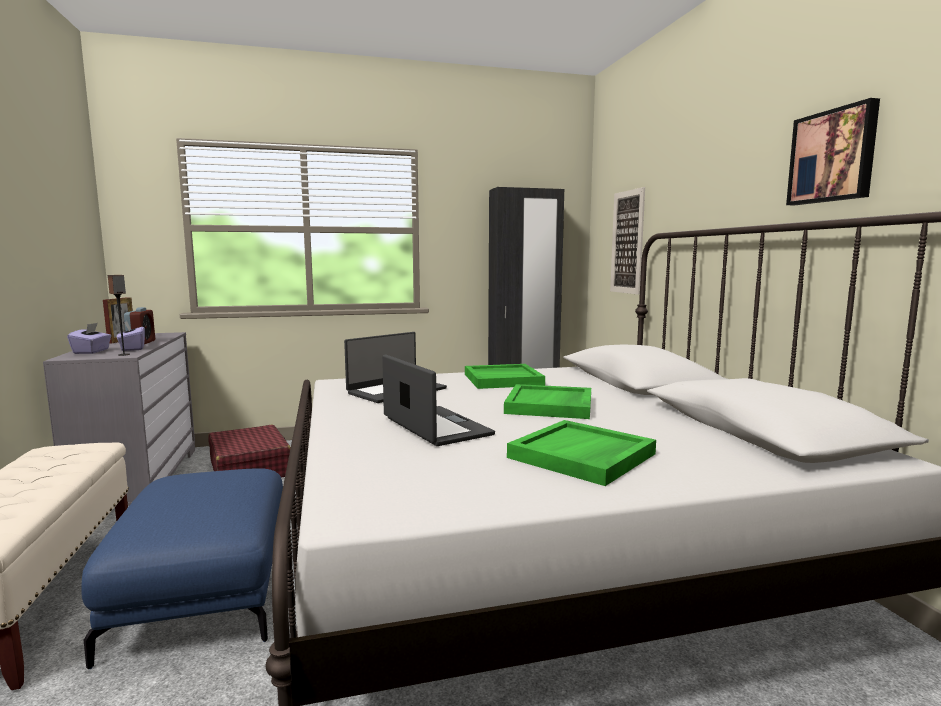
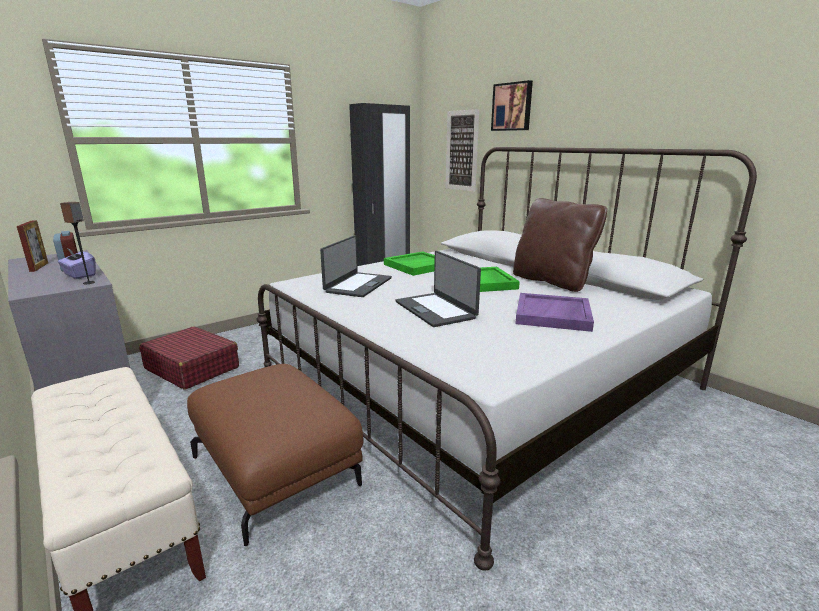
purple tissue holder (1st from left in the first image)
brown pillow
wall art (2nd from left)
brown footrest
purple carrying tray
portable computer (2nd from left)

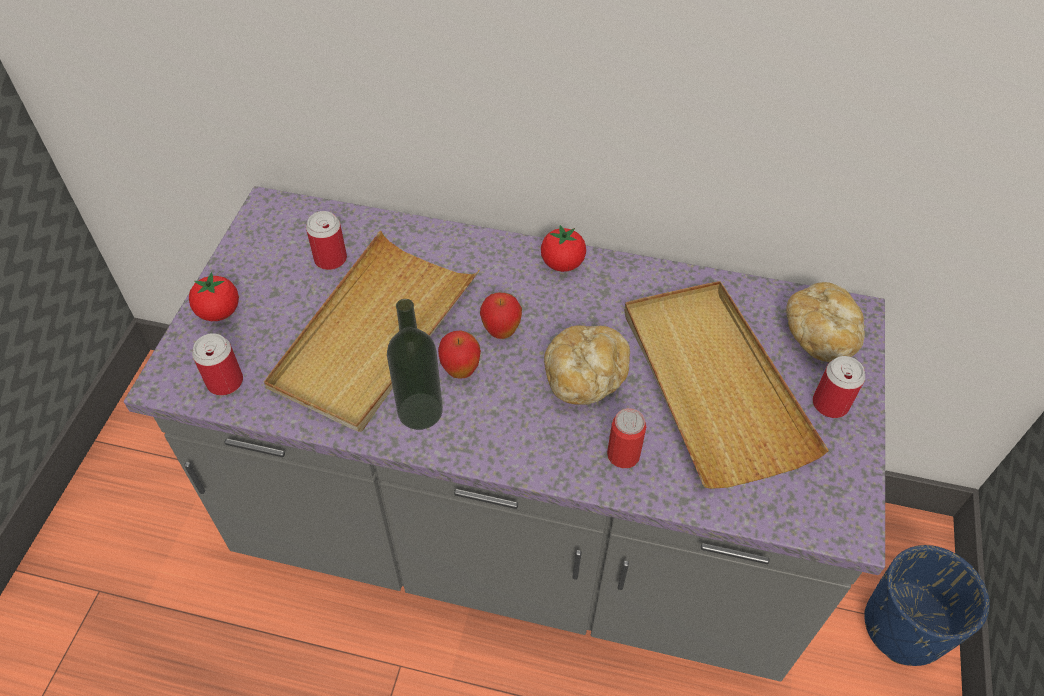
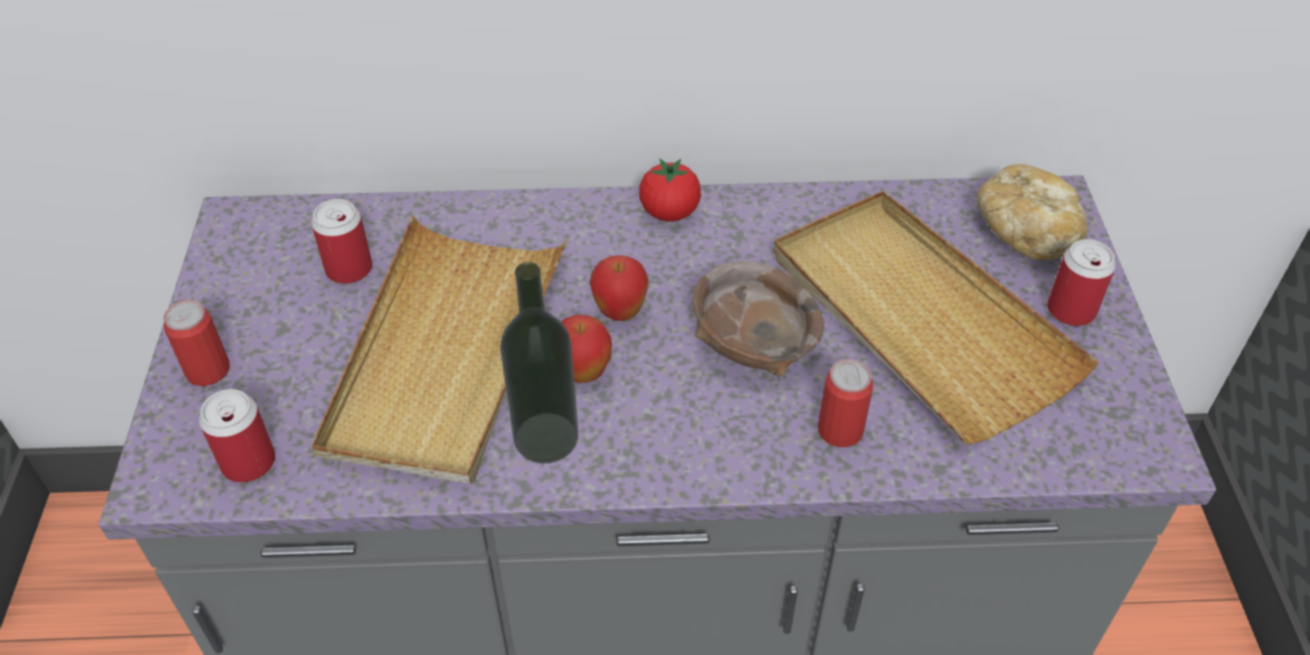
blue plant pot
sealed can (1st from left)
brown bowl

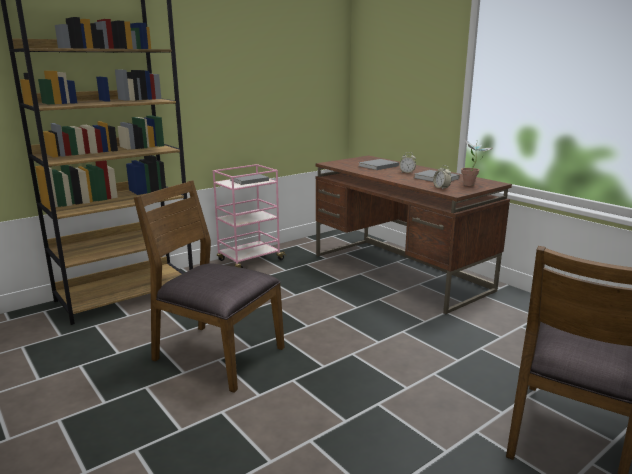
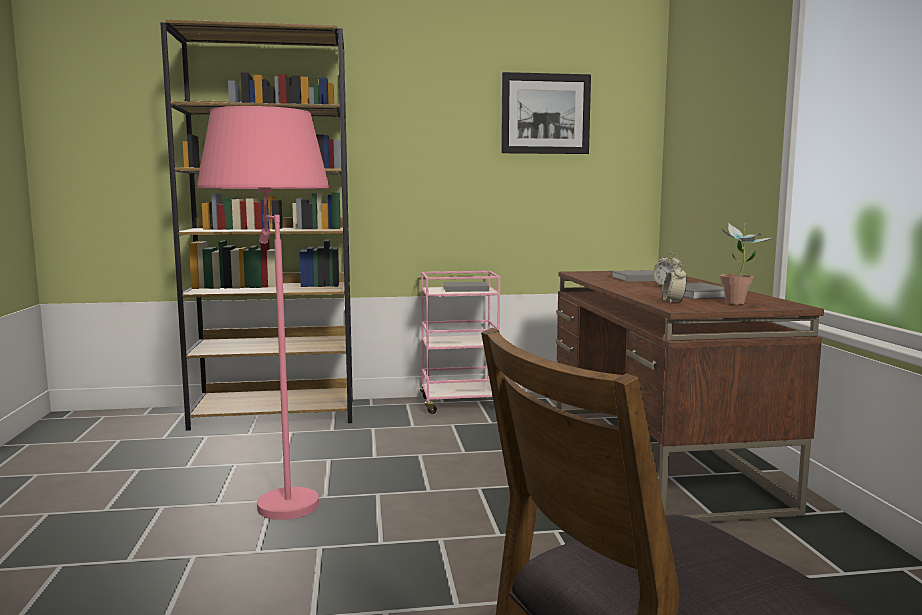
wall art
pink floor lamp

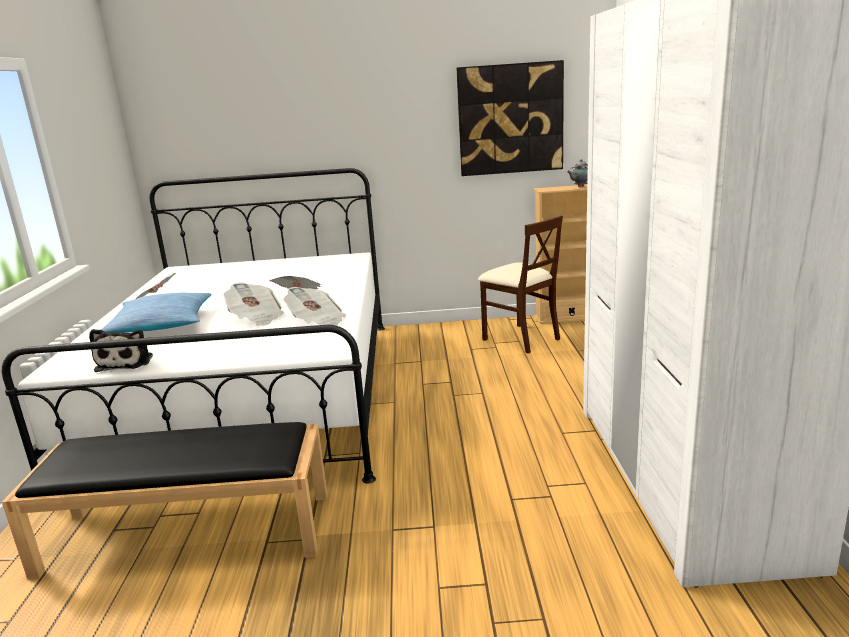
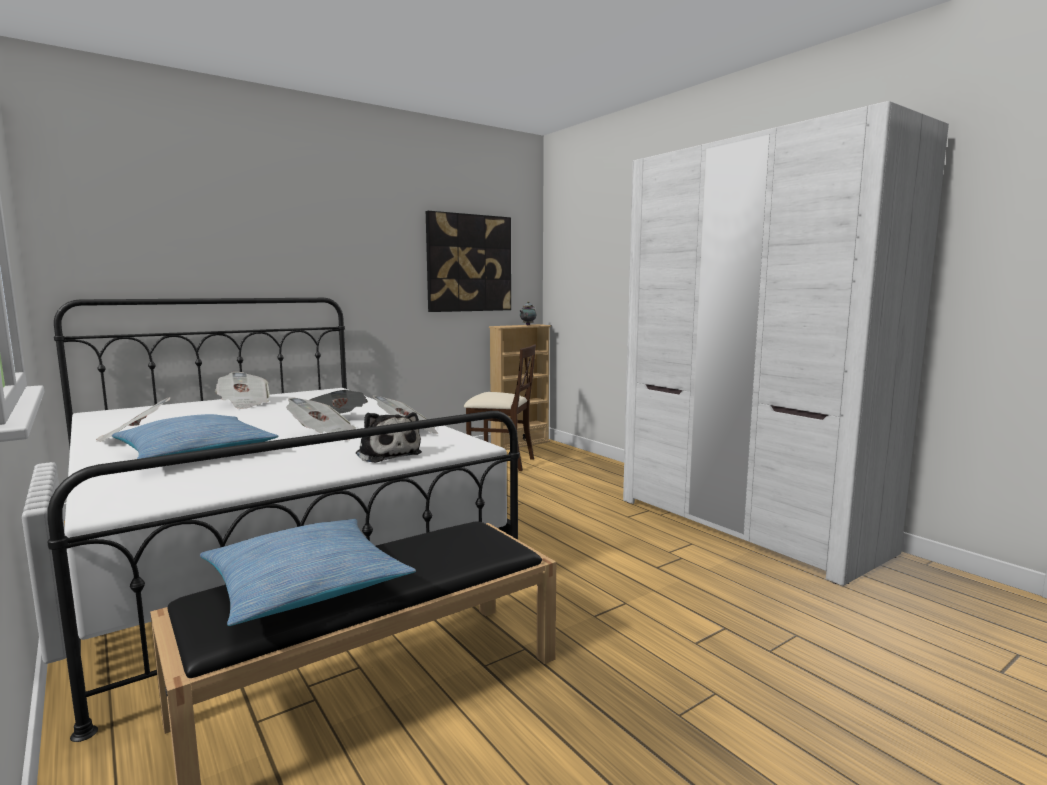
pillow (2nd from left)
newspaper (2nd from left)
plush toy

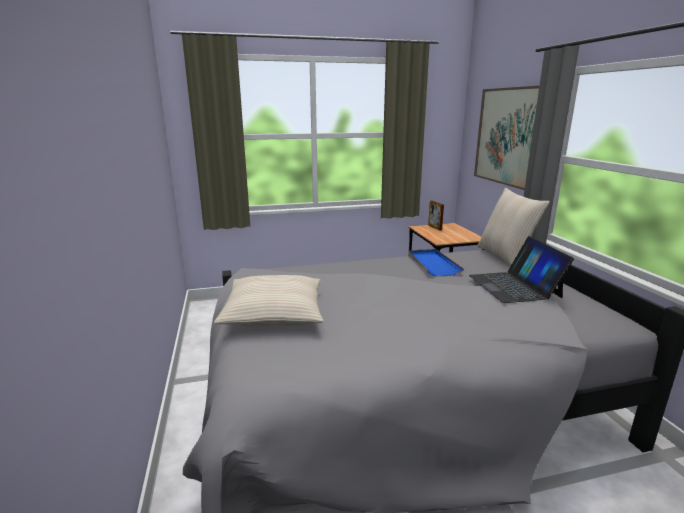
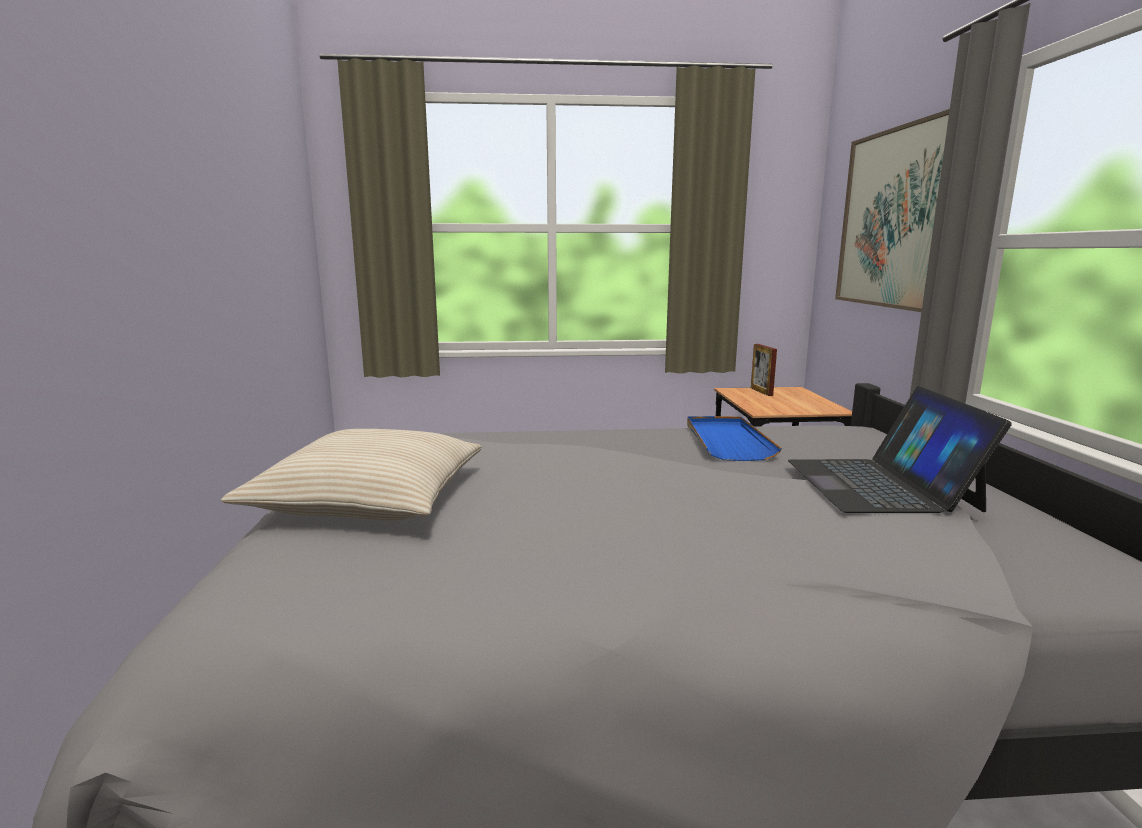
beige-coloured pillow (2nd from left in the first image)

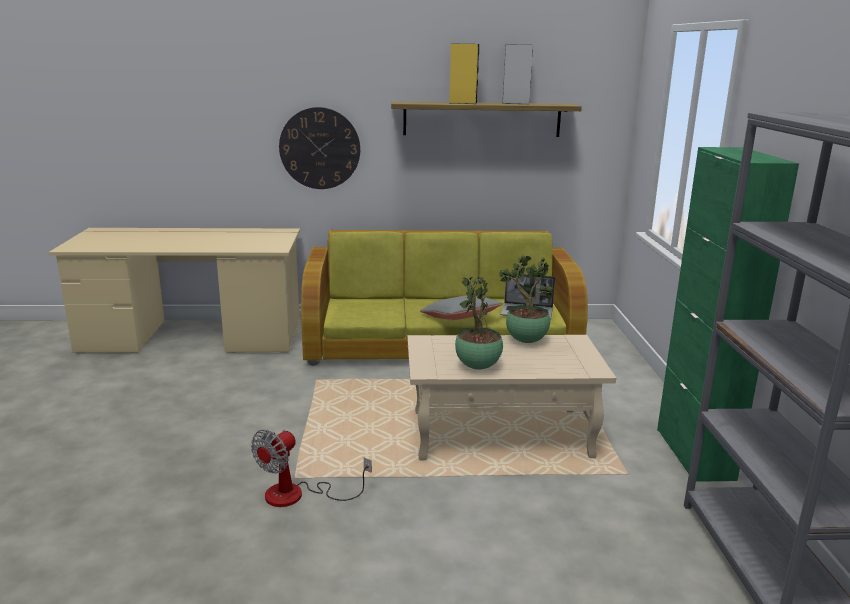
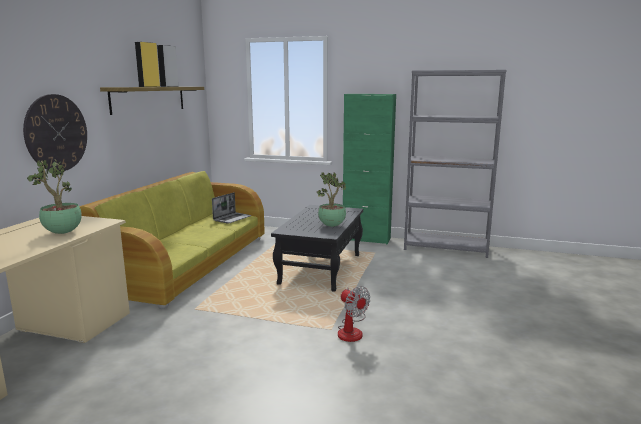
grey pillow
plant in a pot (1st from left)
blackish low table

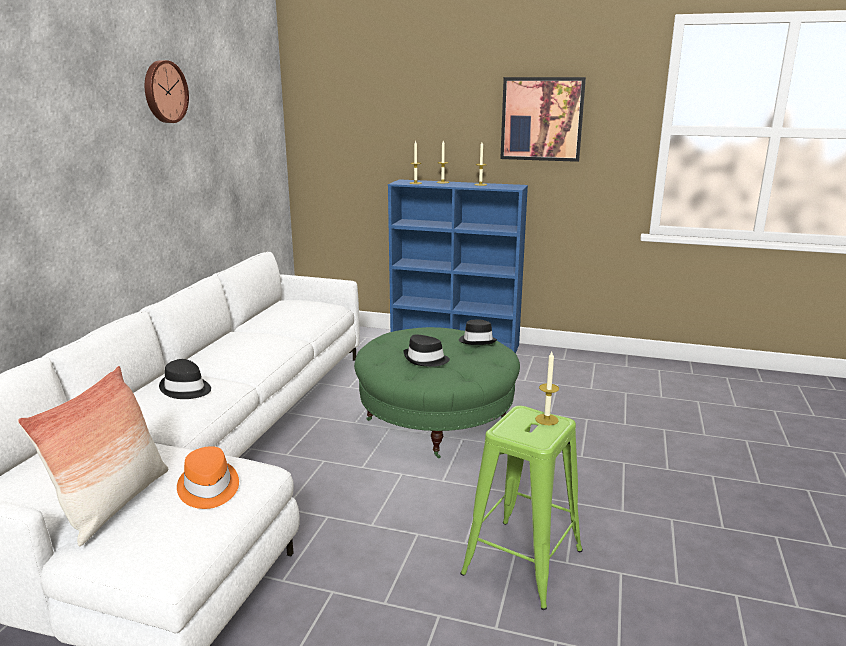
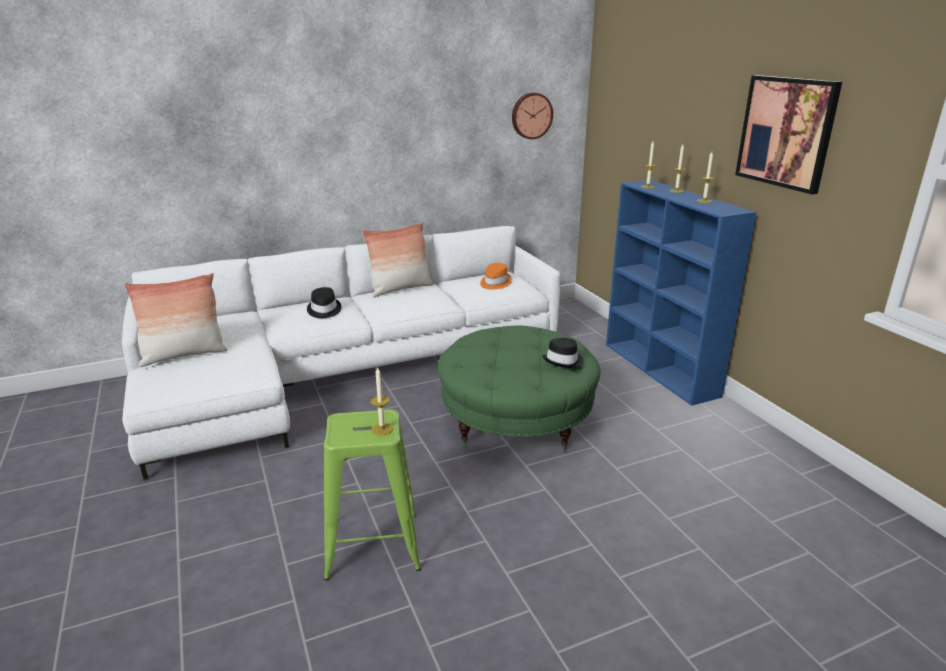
blackish clothing hat (2nd from left in the first image)
pillow (2nd from left)
wall clock
orange-coloured clothing hat

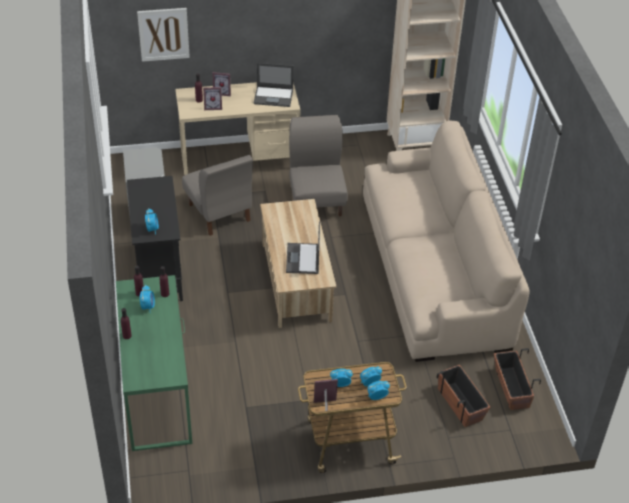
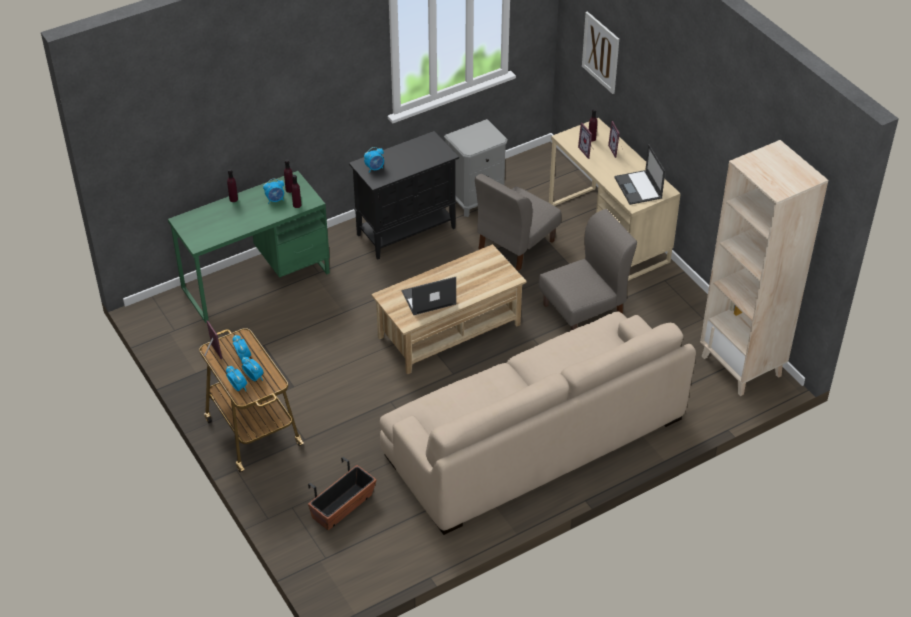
plant pot (2nd from left in the first image)

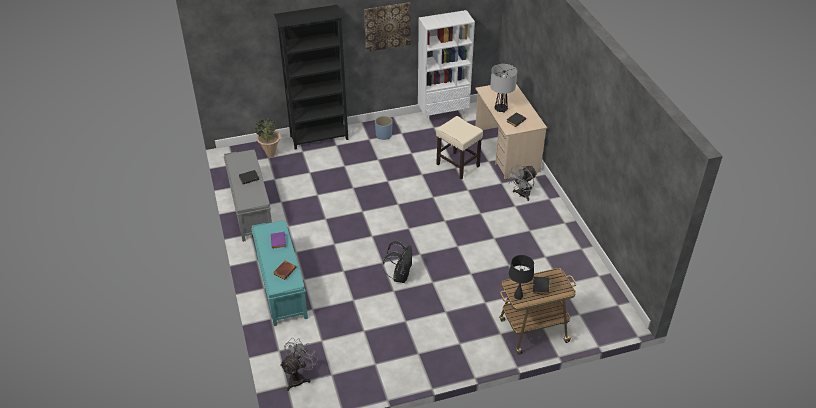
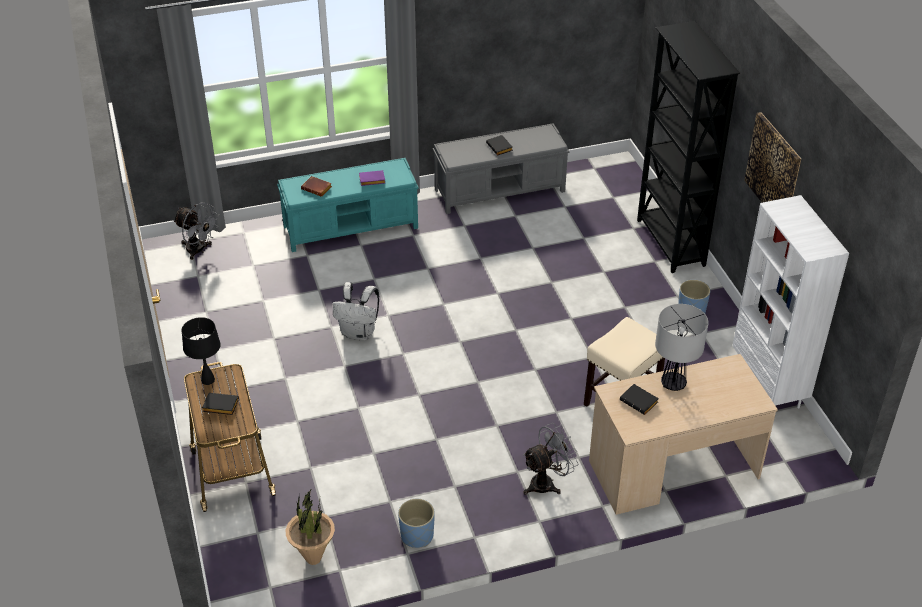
blue plant pot (1st from left)
plant in a pot
white knapsack
grey fan (2nd from left)

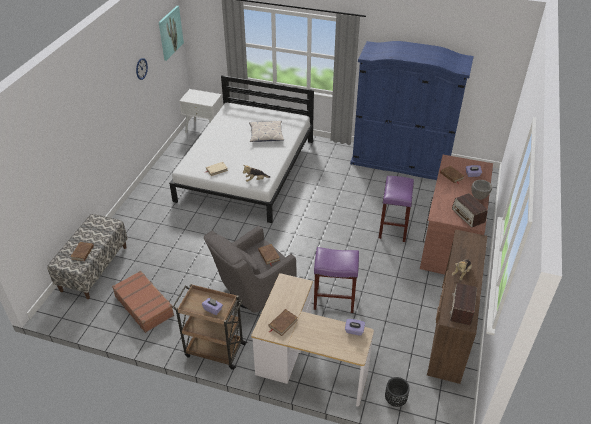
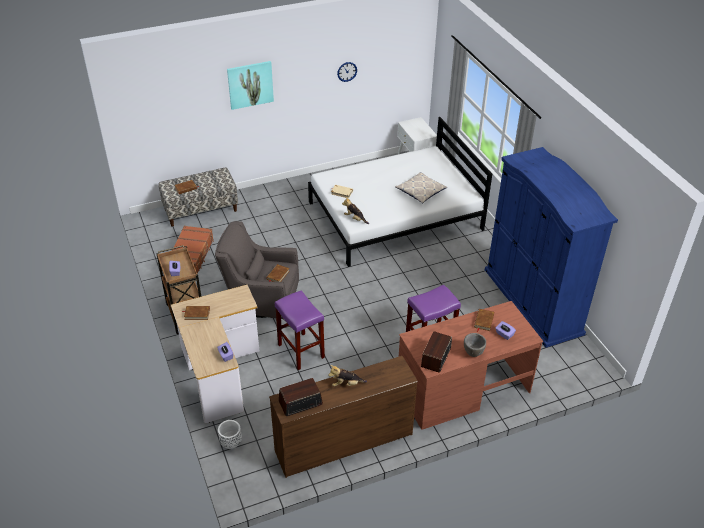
wall art
white plant pot

